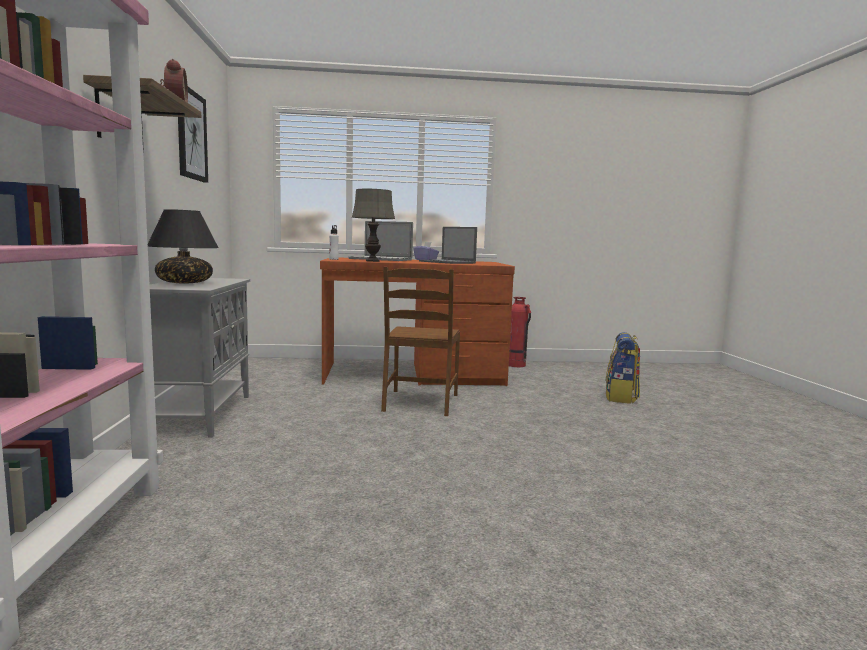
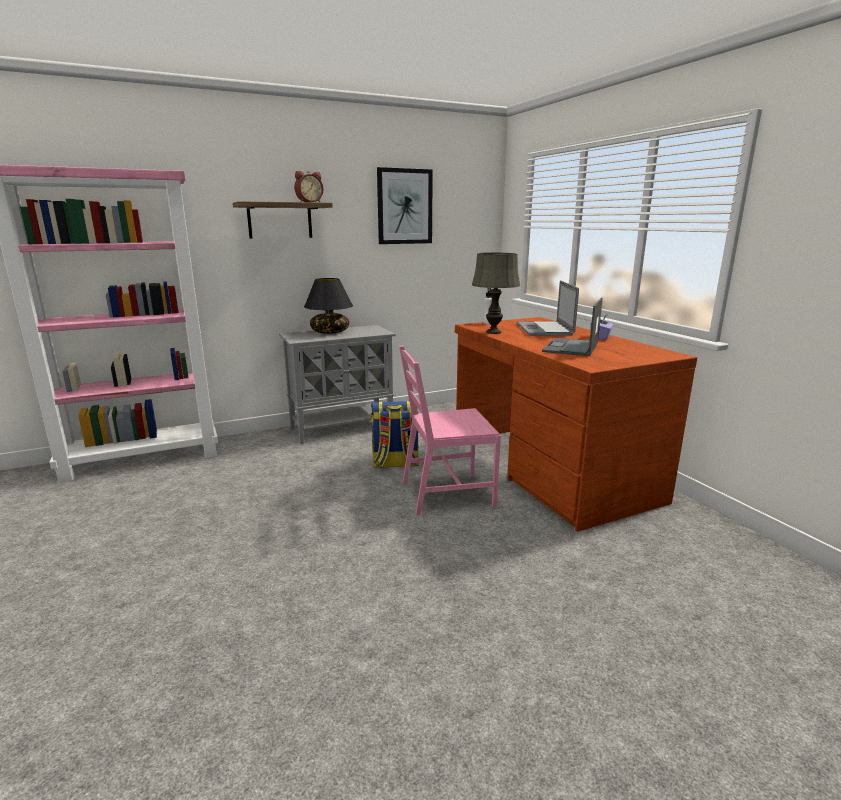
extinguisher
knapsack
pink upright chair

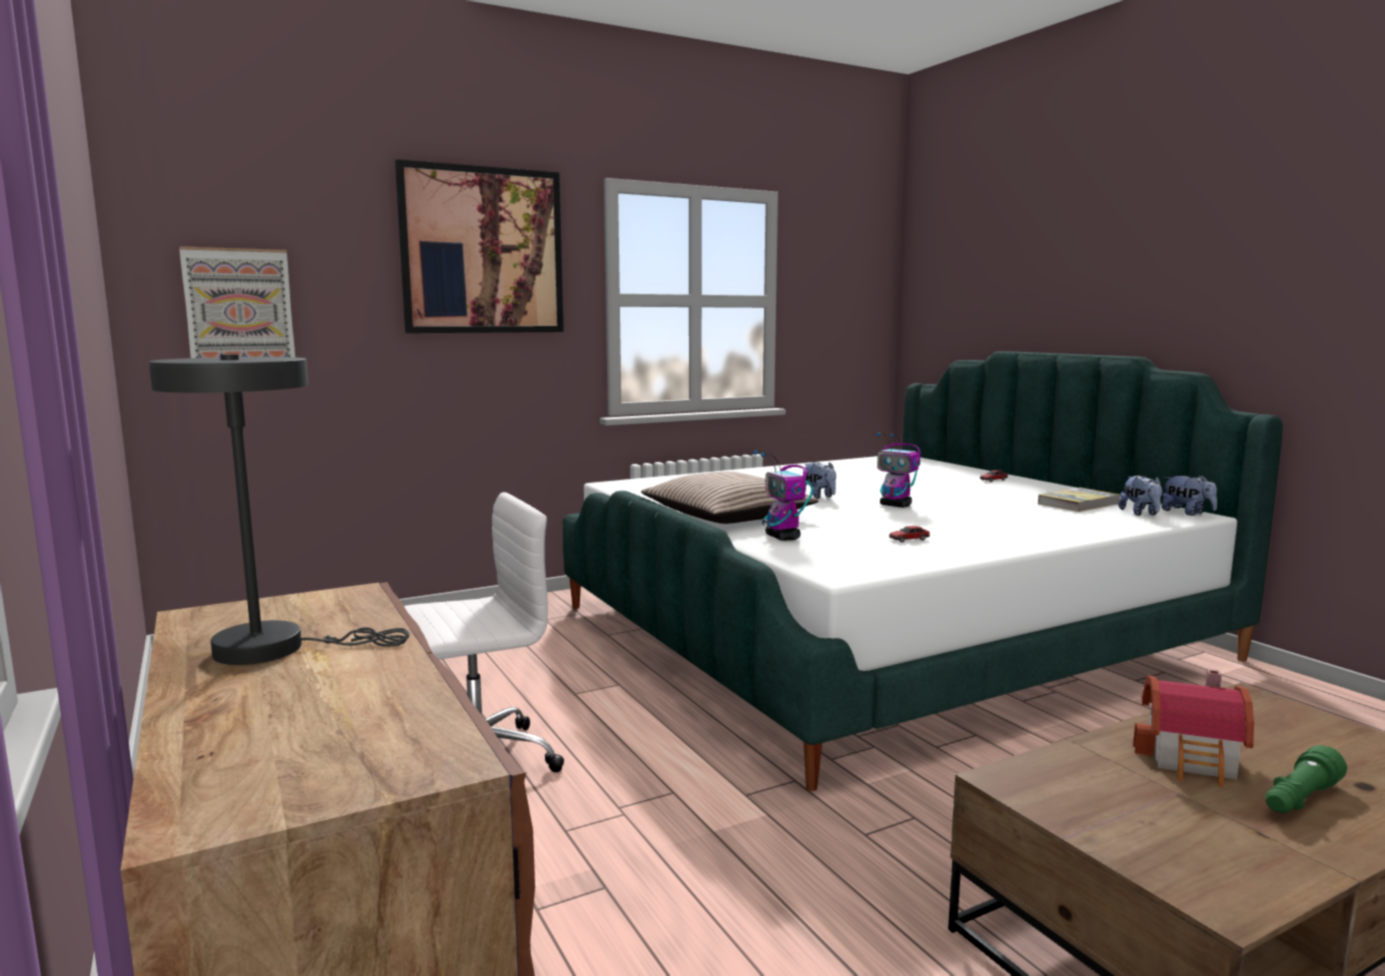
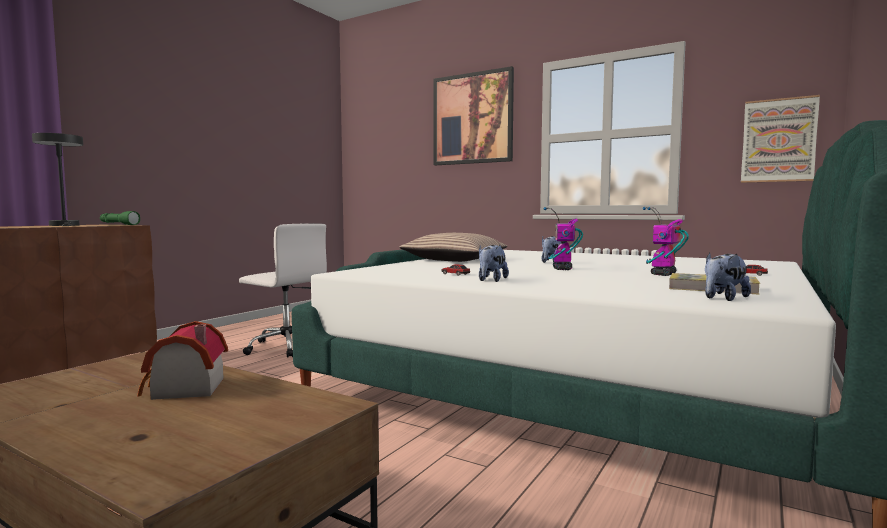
wall art (2nd from left)
toy robot (2nd from left)
plush toy (1st from left)
greenish flashlight

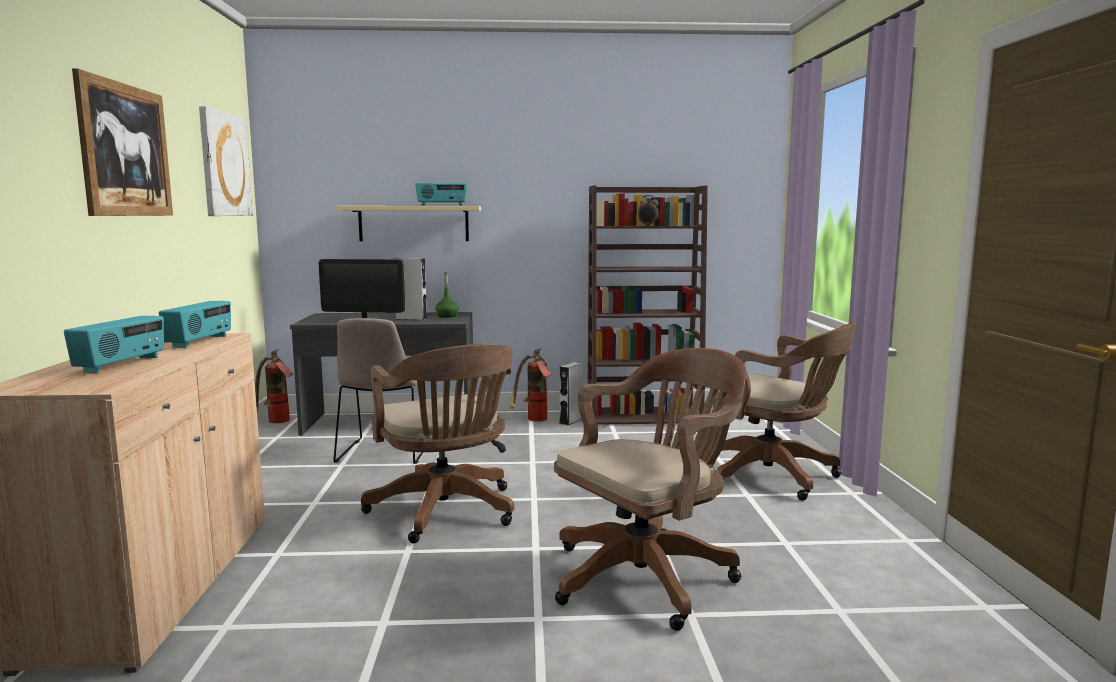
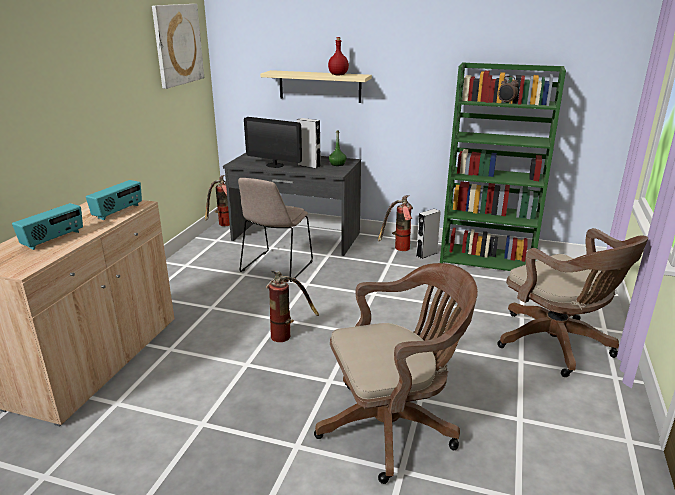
wall art (1st from left in the first image)
extinguisher (2nd from left)
red-coloured beverage bottle
greenish bookshelf

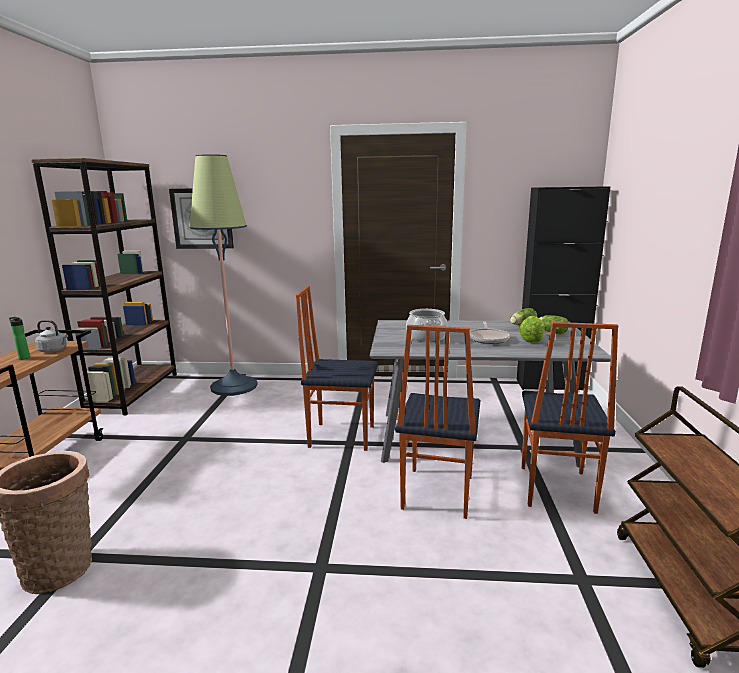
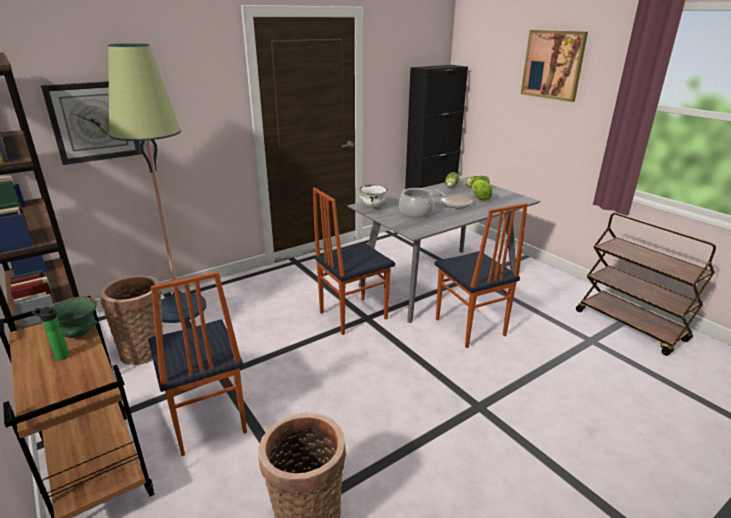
basket (1st from left)
white bowl
wall art
upright chair (1st from left)
greenish bowl

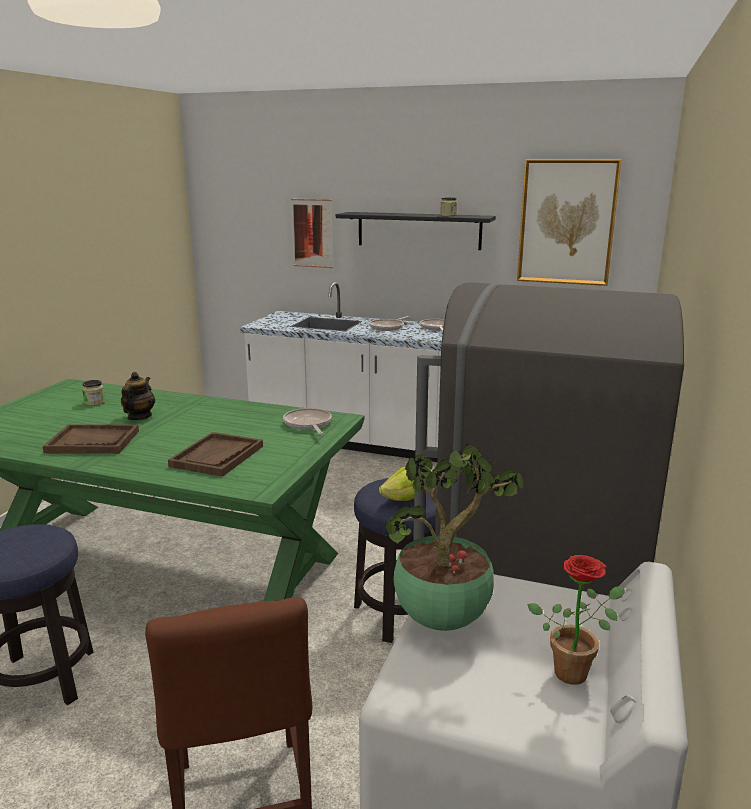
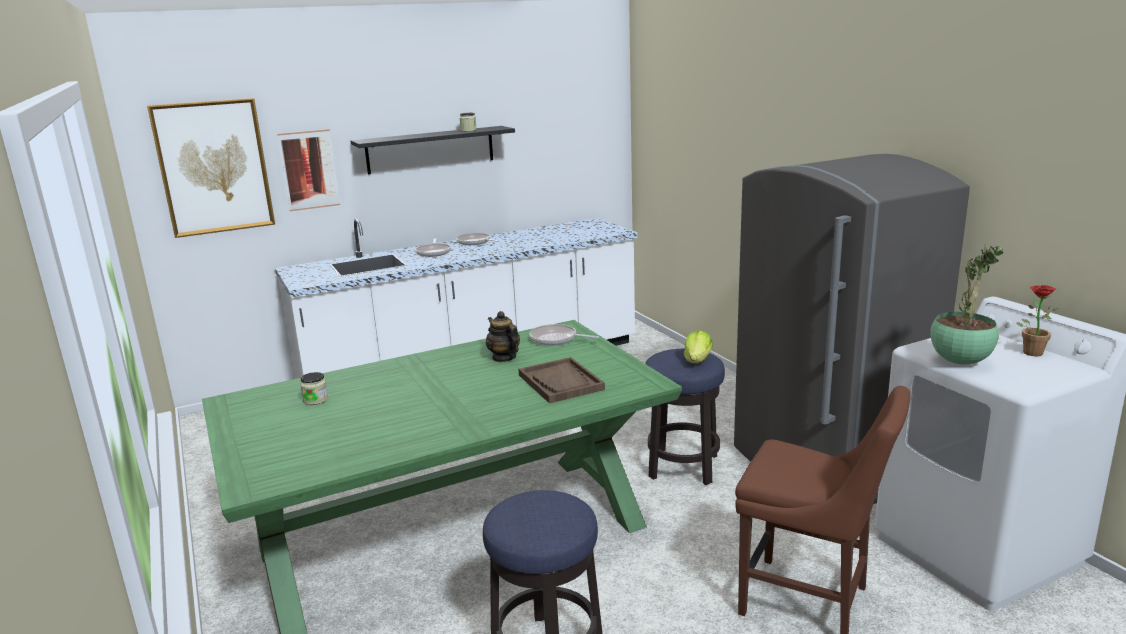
brown carrying tray (1st from left in the first image)
pot for tea
wall art (1st from left)

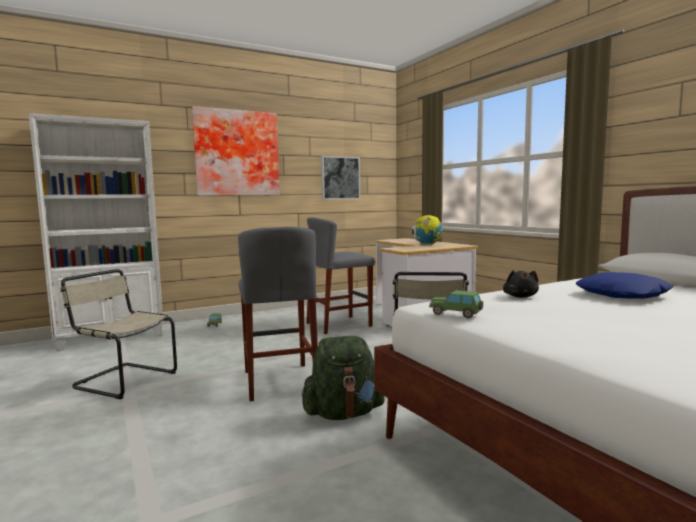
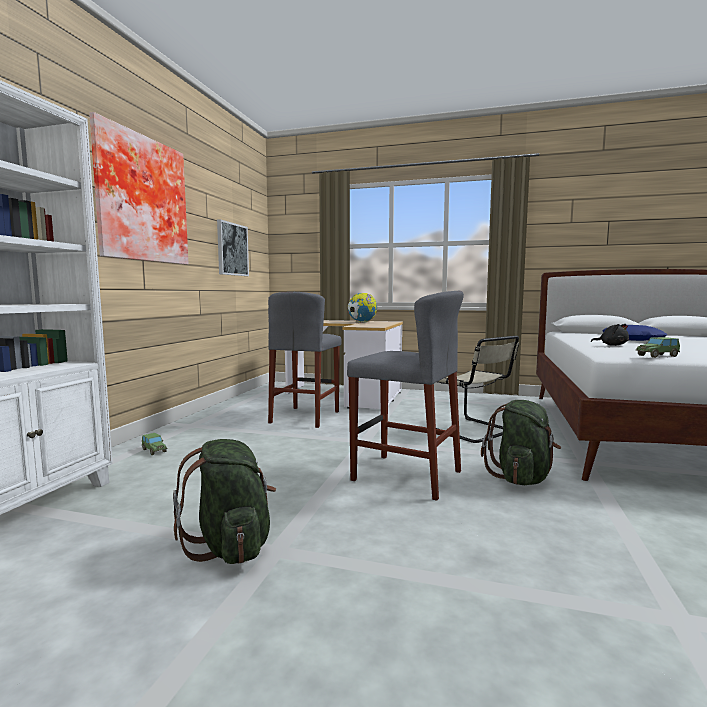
greenish knapsack (1st from left)

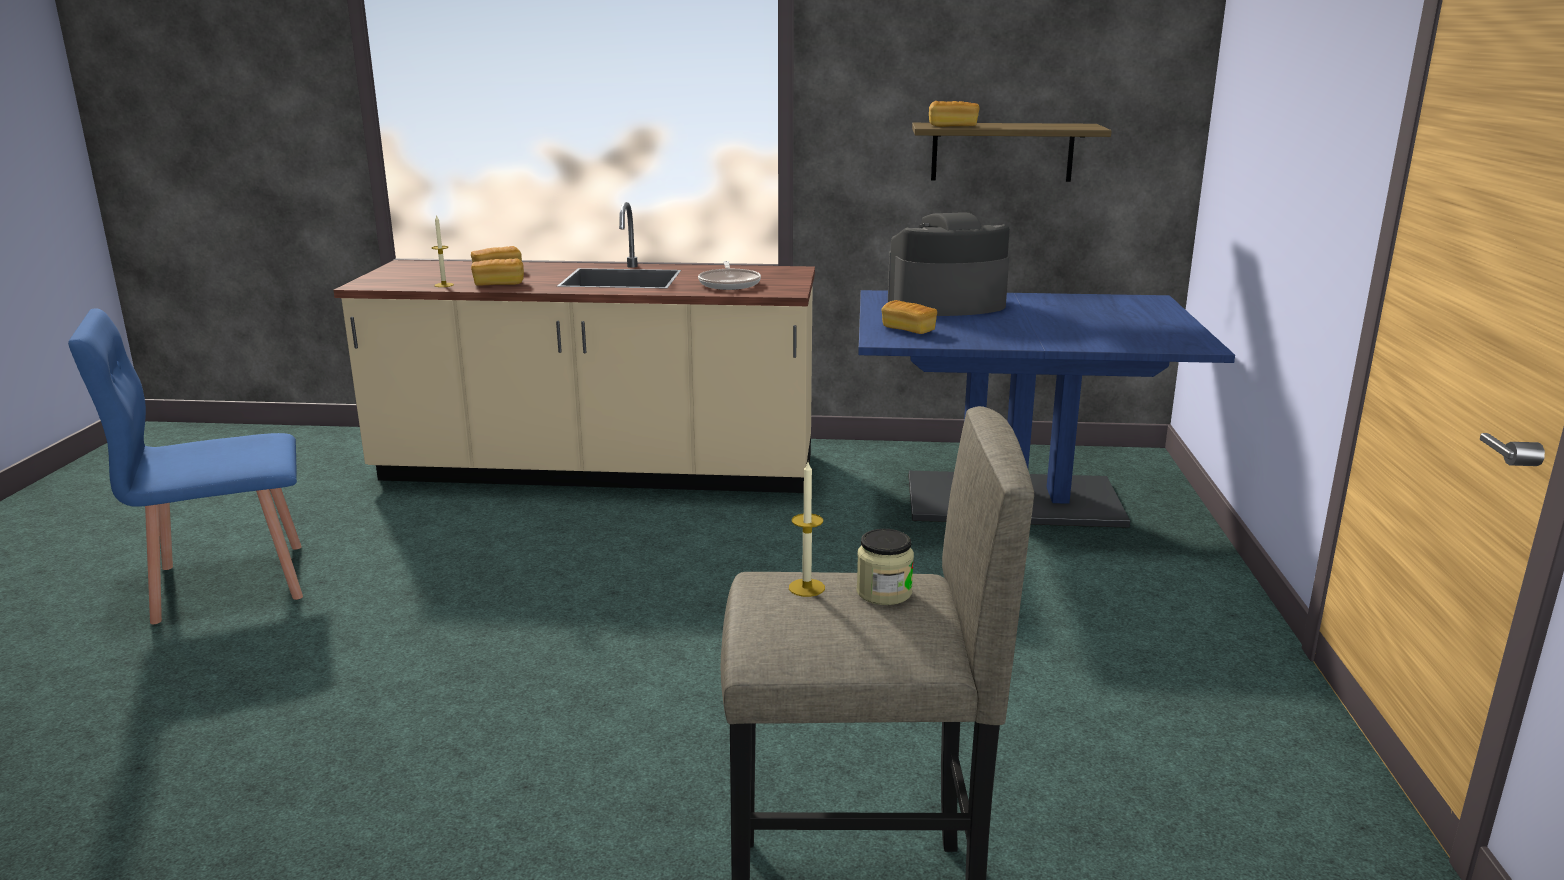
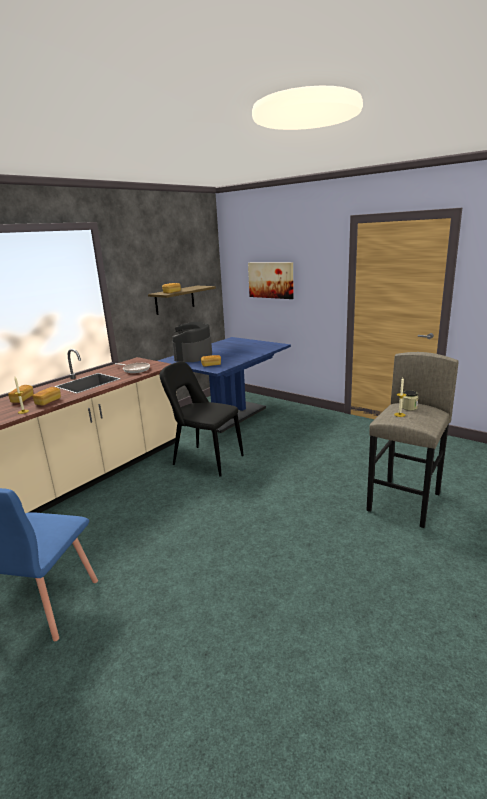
blackish upright chair
wall art

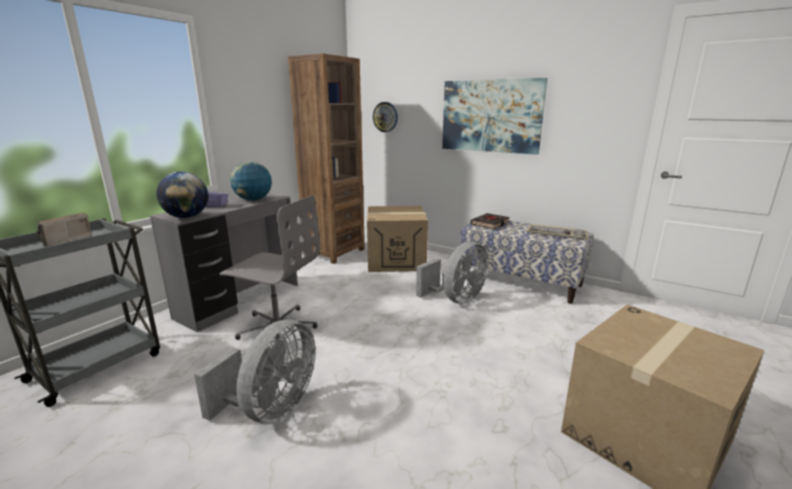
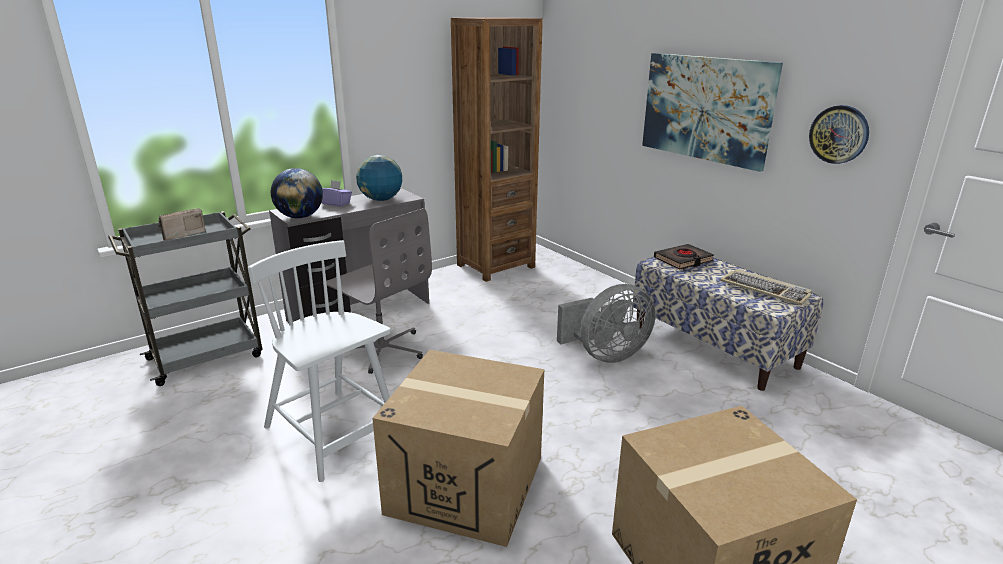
packing box (1st from left)
wall clock
white upright chair

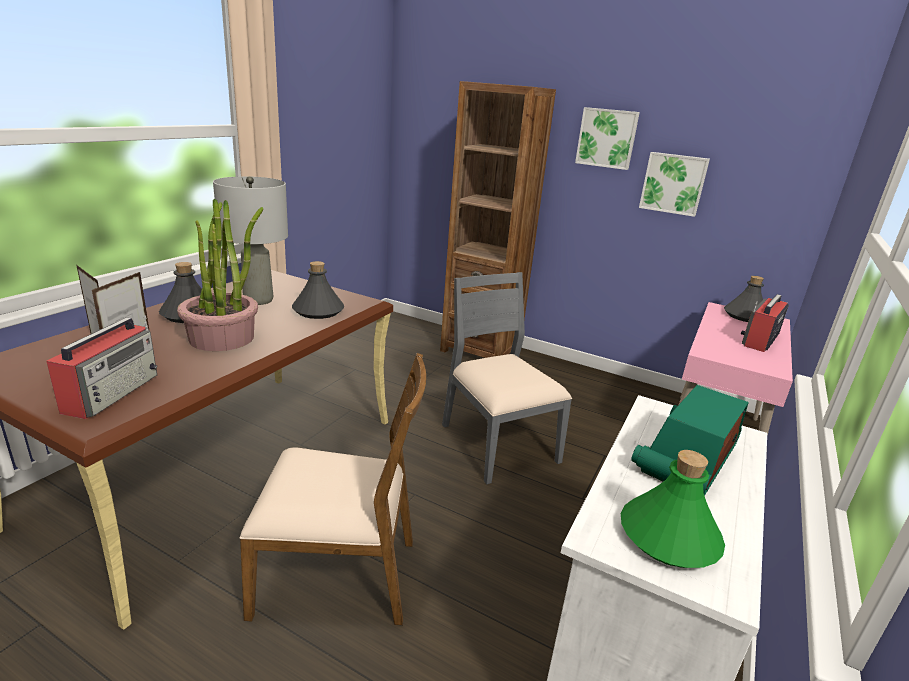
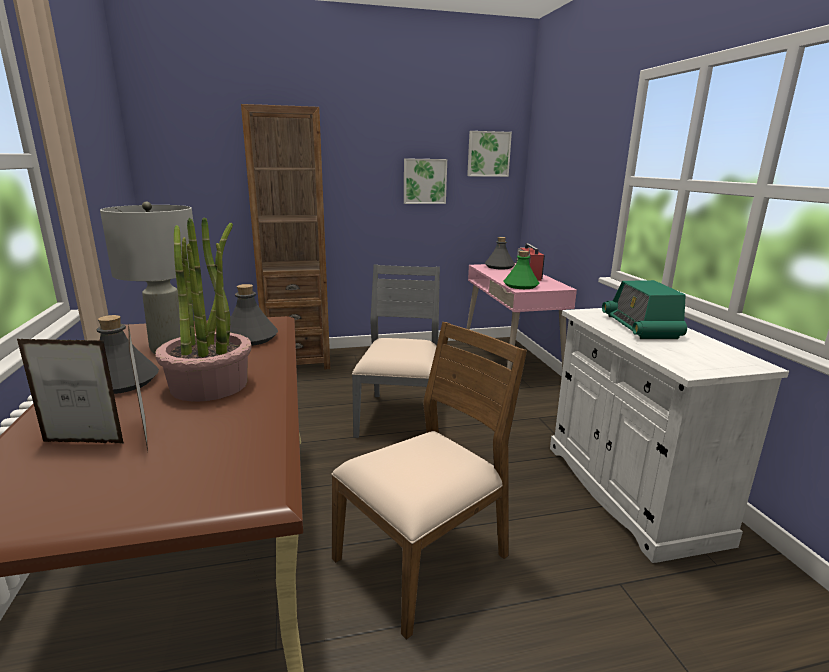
radio receiver (1st from left in the first image)
wall art (2nd from left)
greenish beverage bottle
grey upright chair

